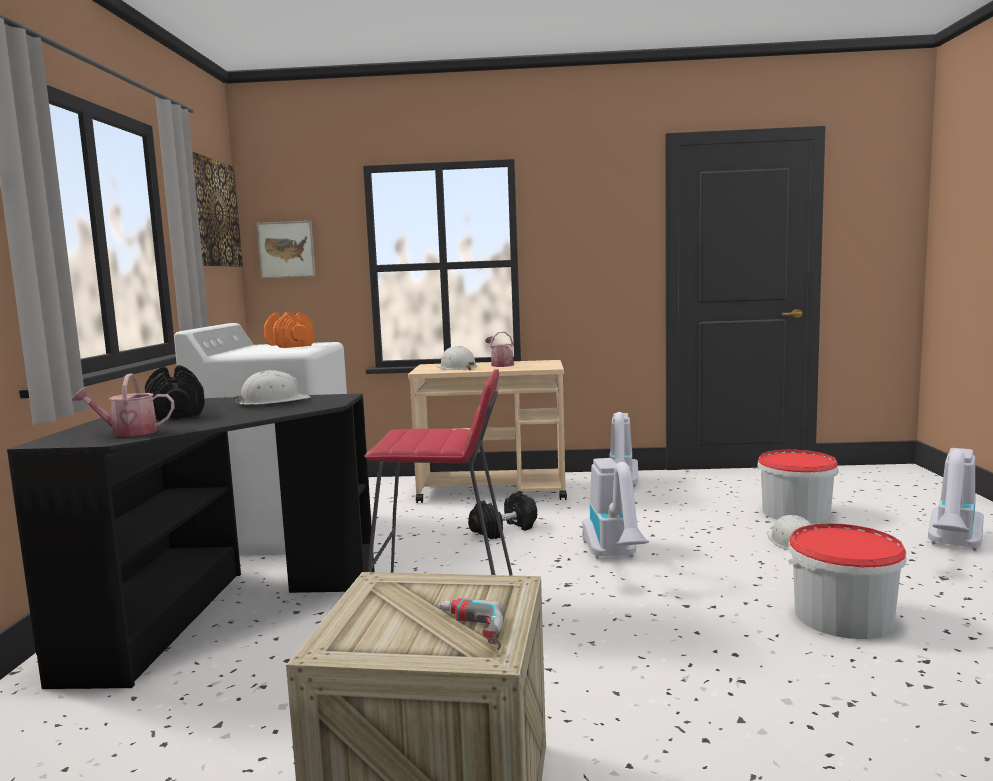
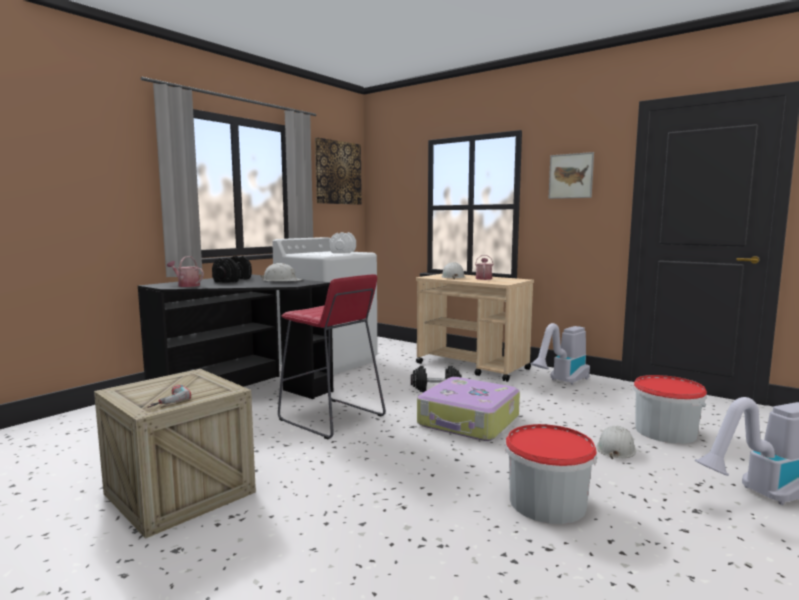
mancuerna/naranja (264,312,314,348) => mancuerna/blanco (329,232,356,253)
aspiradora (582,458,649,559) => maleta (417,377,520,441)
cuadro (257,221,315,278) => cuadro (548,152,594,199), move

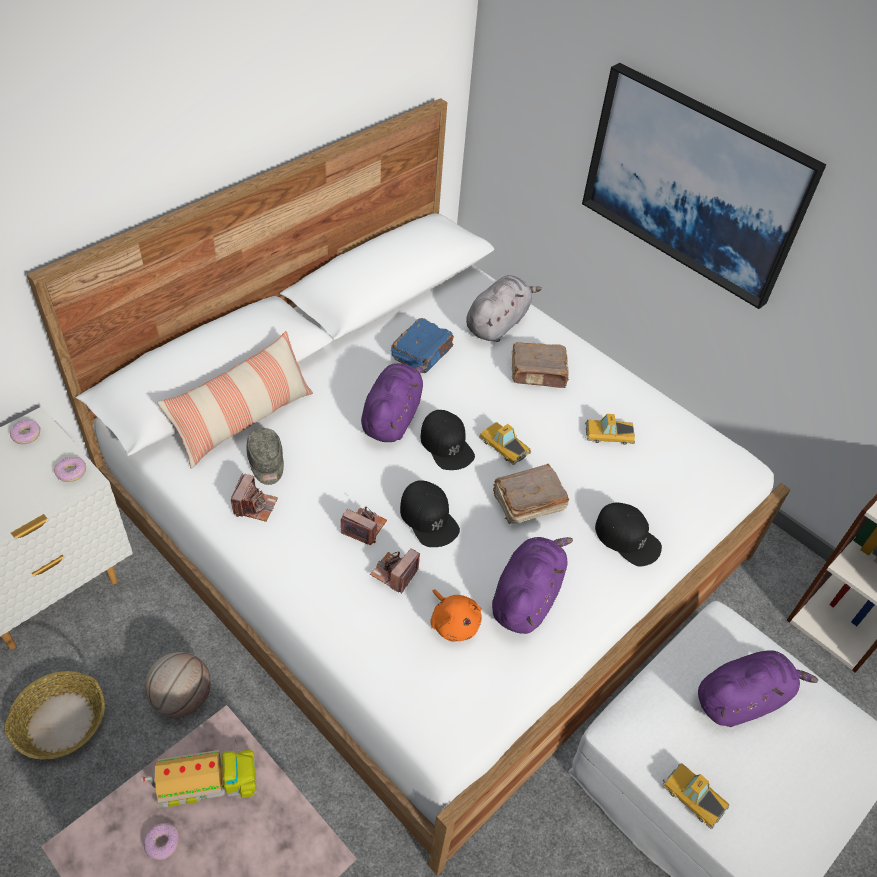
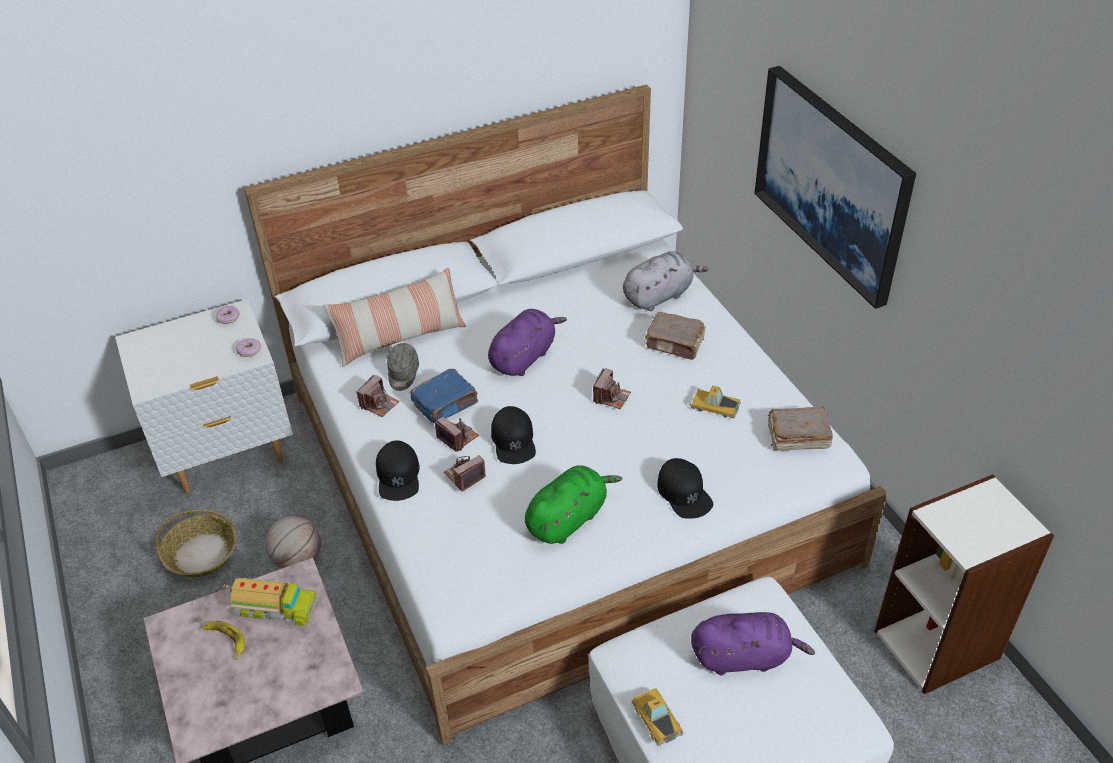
rosquilla (144,823,180,860) => plátano (203,621,245,660)
gorra/negro (421,410,475,470) => gorra/negro (376,440,420,501), move
libro/azul (391,318,454,373) => libro/azul (410,369,478,424), move
peluche/morado (492,537,573,634) => peluche/verde (525,465,622,544)
coche de juguete (479,422,531,465) => cámara (593,368,631,409)
libro/marrón (493,464,569,524) => libro/marrón (768,406,833,451), move
peluche/naranja (431,589,482,642) => nothing

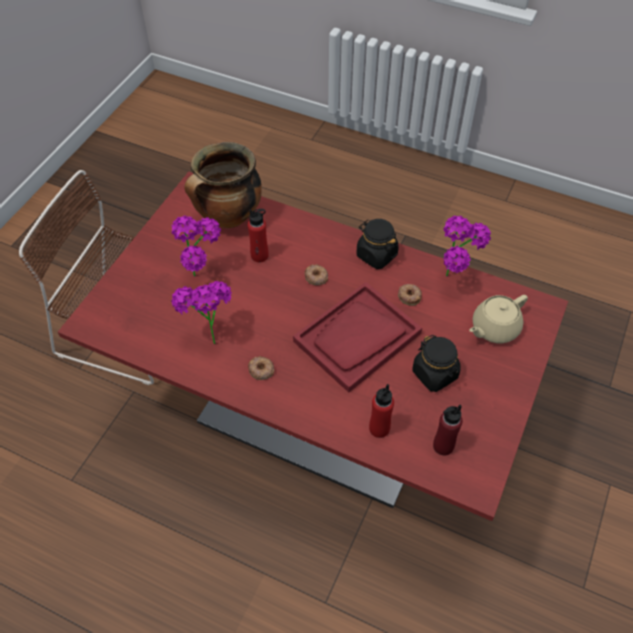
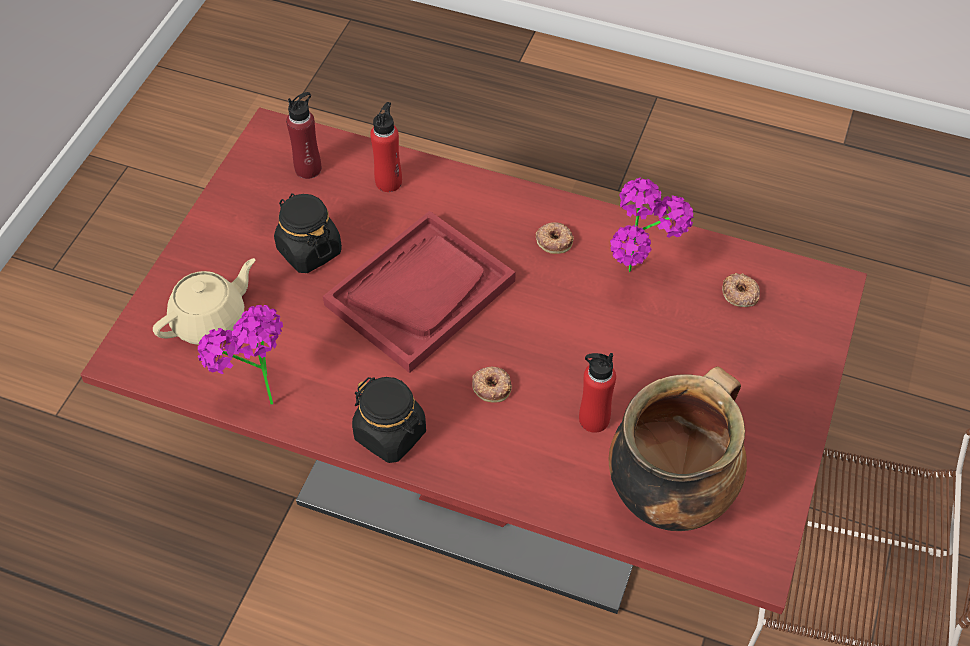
rosquilla (398,284,422,306) => rosquilla (722,273,760,307), move
planta en maceta (171,215,221,276) => nothing

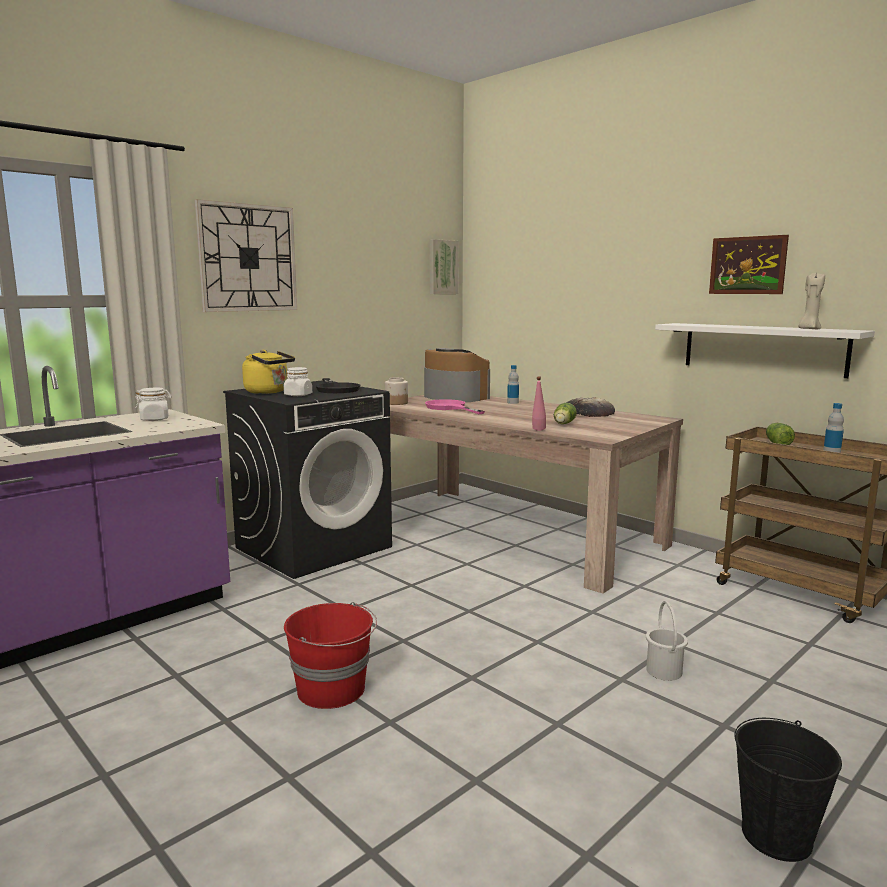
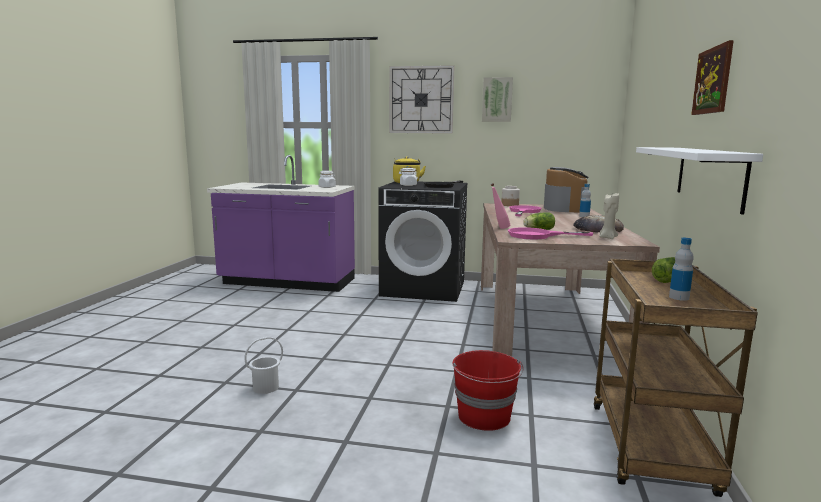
cubo/blanco (646,601,688,681) => cubo/blanco (244,337,283,394), move
cubo/rojo (284,602,377,709) => cubo/rojo (453,350,524,431), move
cuadro (430,239,459,294) => cuadro (482,77,513,122), move
nothing => sartén/rosa (508,227,594,239)
vela/beis (798,271,825,329) => vela/beis (599,193,619,239), move
cubo/negro (734,718,842,862) => nothing

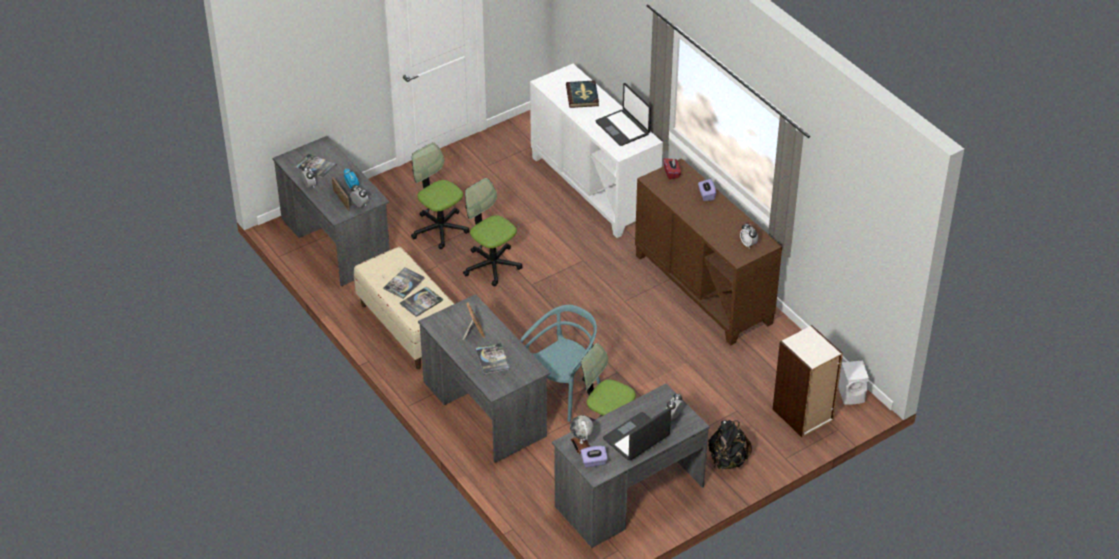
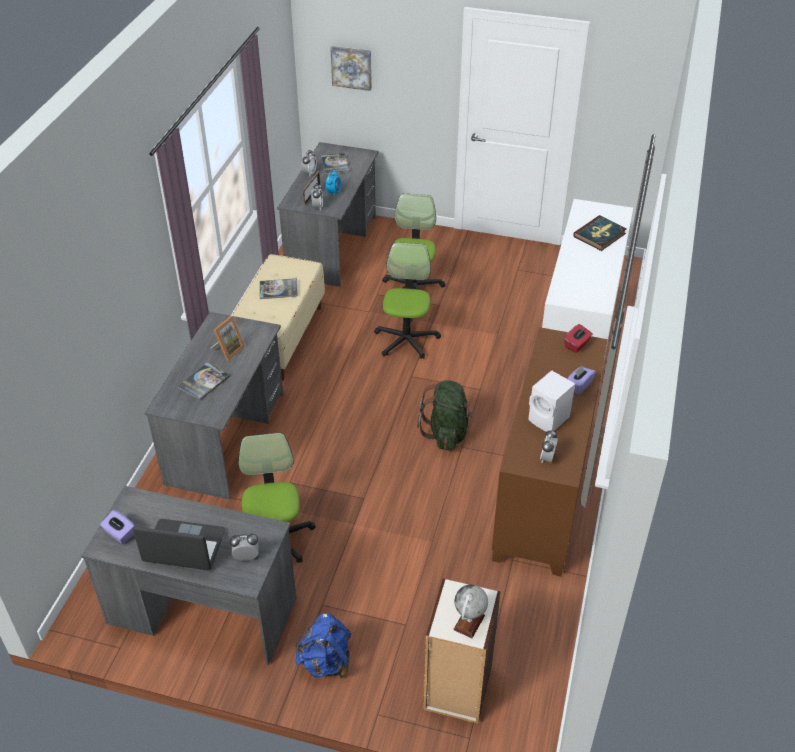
mochila/negro (708,420,752,470) => mochila/azul (295,613,351,678)
nothing => cuadro (330,46,372,91)
nothing => mochila/verde (417,380,474,450)
globo terráqueo (570,415,594,454) => globo terráqueo (453,584,488,638), move
altavoz/blanco (838,361,869,404) => altavoz/blanco (528,370,575,432), move
libro (400,286,443,317) => nothing
silla/turquesa (520,305,600,422) => nothing
portátil (595,83,651,146) => nothing

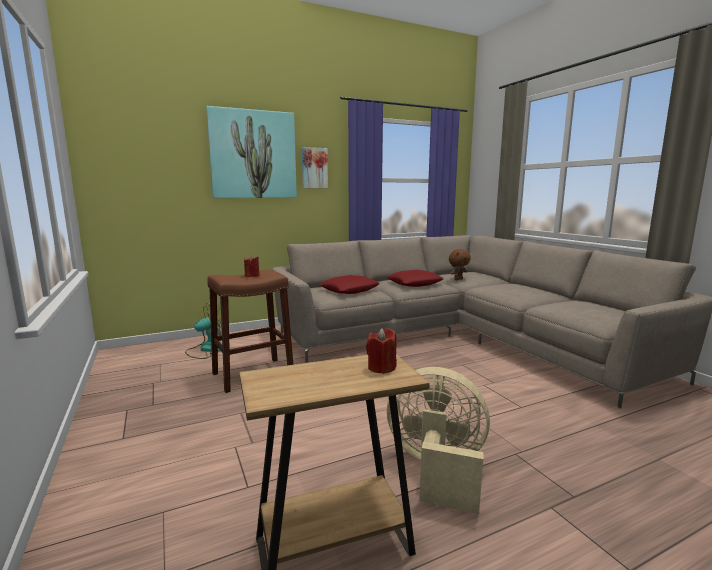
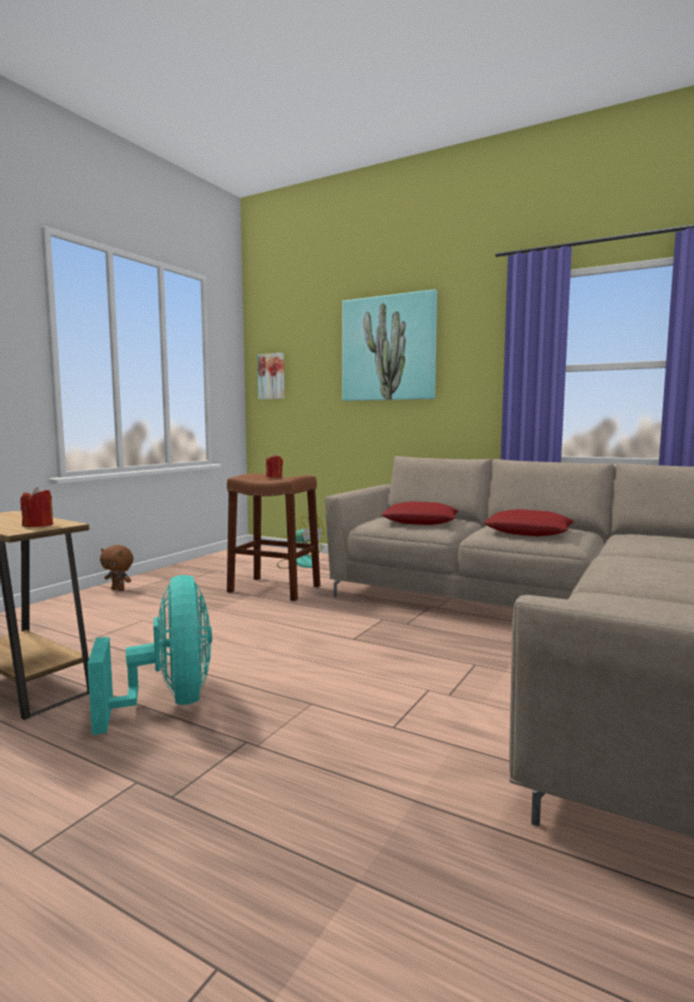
ventilador/beis (387,367,490,514) => ventilador/turquesa (87,575,212,735)
peluche/marrón (449,249,471,280) => peluche/marrón (100,545,133,591), move
cuadro (302,147,328,188) => cuadro (257,353,284,399), move

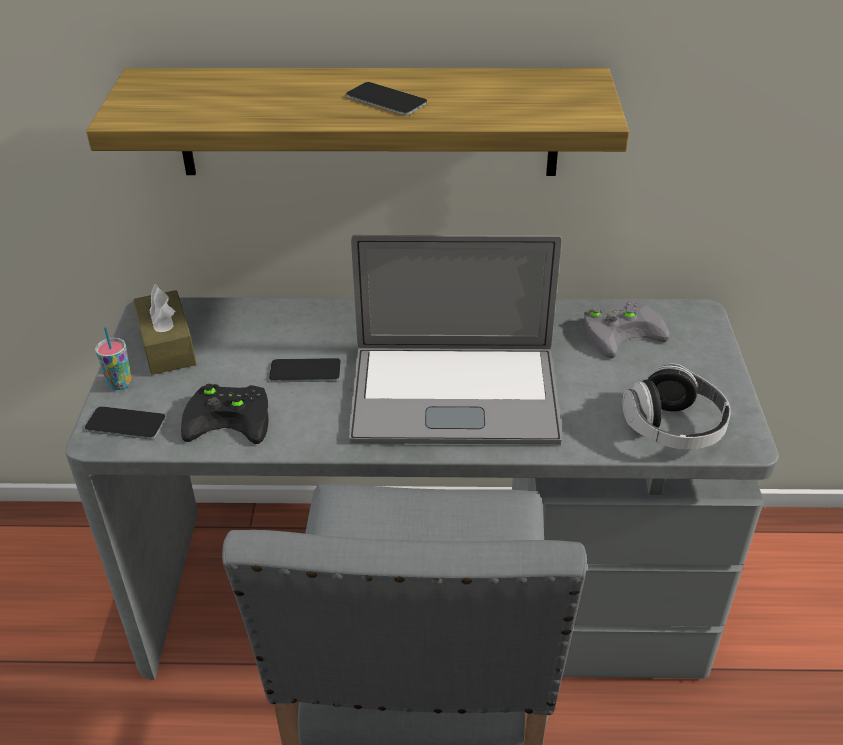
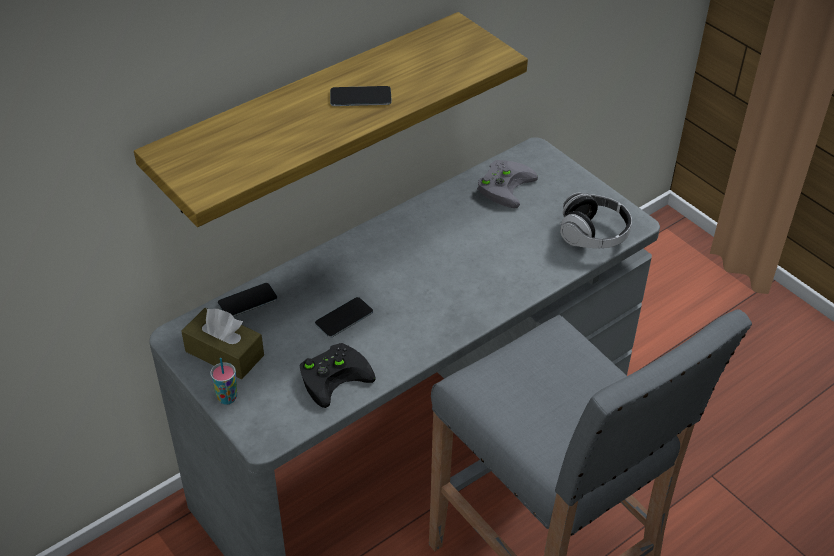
móvil (85,406,166,439) => móvil (218,283,278,317), move
portátil (349,235,562,445) => nothing

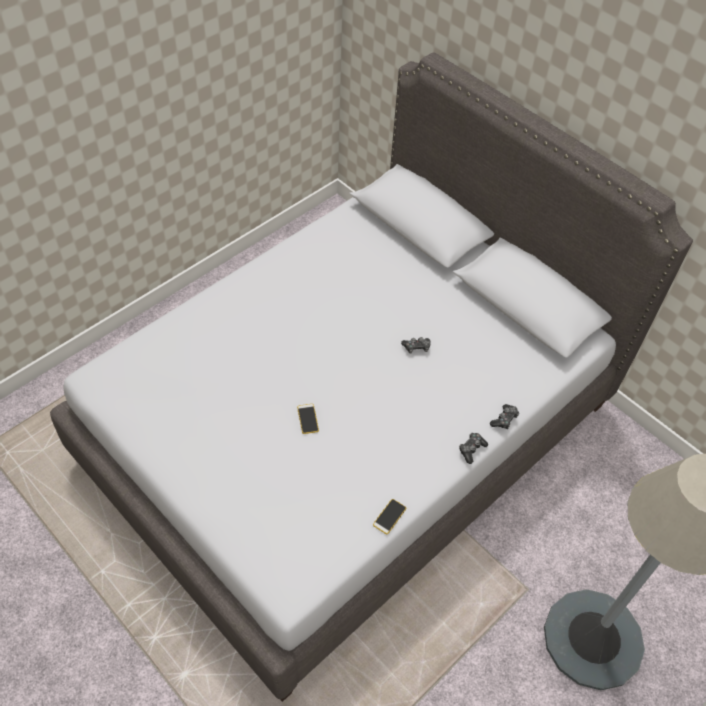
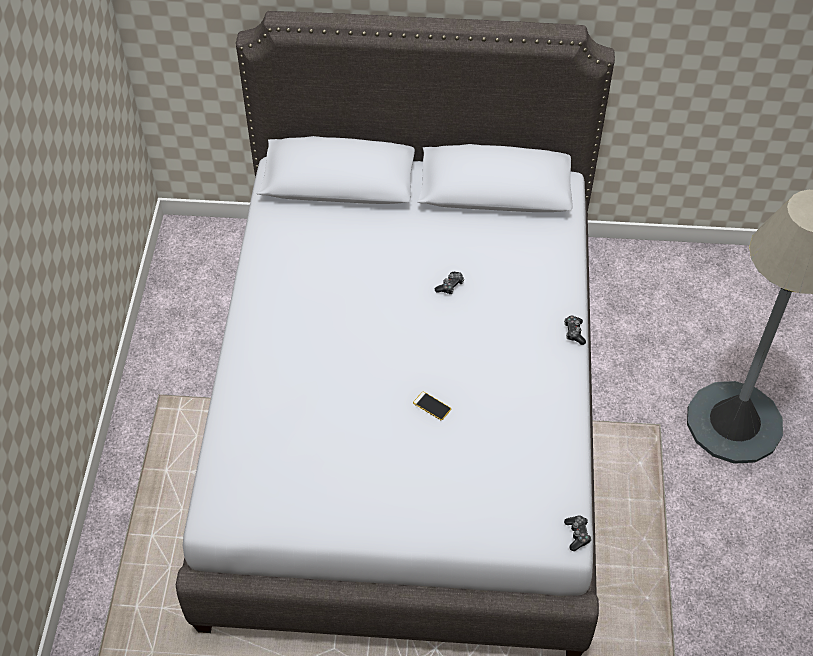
mando de consola (490,404,519,429) => mando de consola (564,515,592,551), move
móvil (373,499,406,534) => nothing

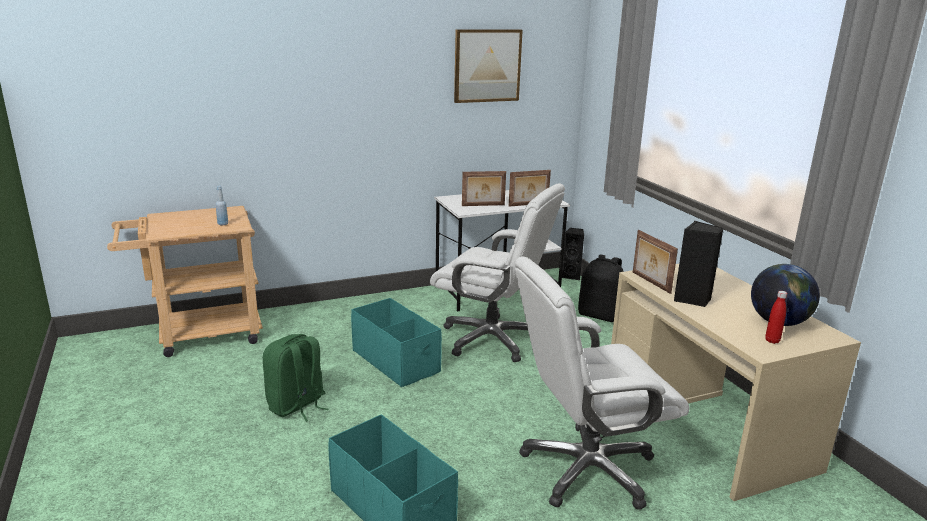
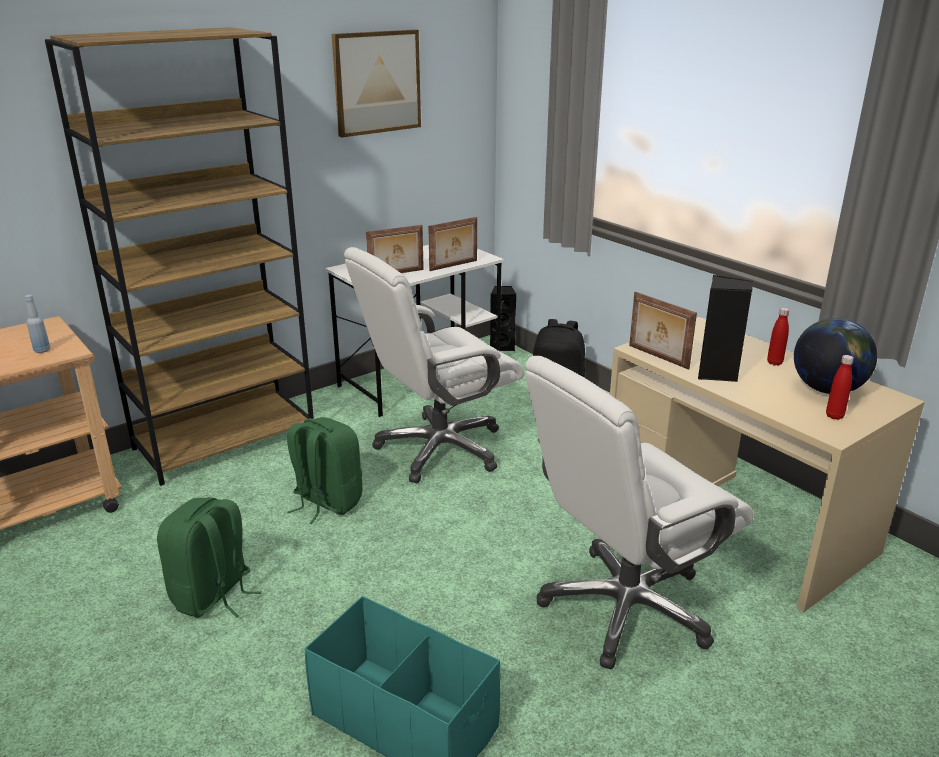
nothing => estantería/marrón (45,27,314,486)
caja de almacenaje/turquesa (351,298,442,387) => mochila/verde (287,417,362,524)
silla de oficina/blanco (430,183,565,362) => silla de oficina/blanco (344,247,524,483), 135 degrees clockwise
nothing => botella/rojo (767,308,789,366)

